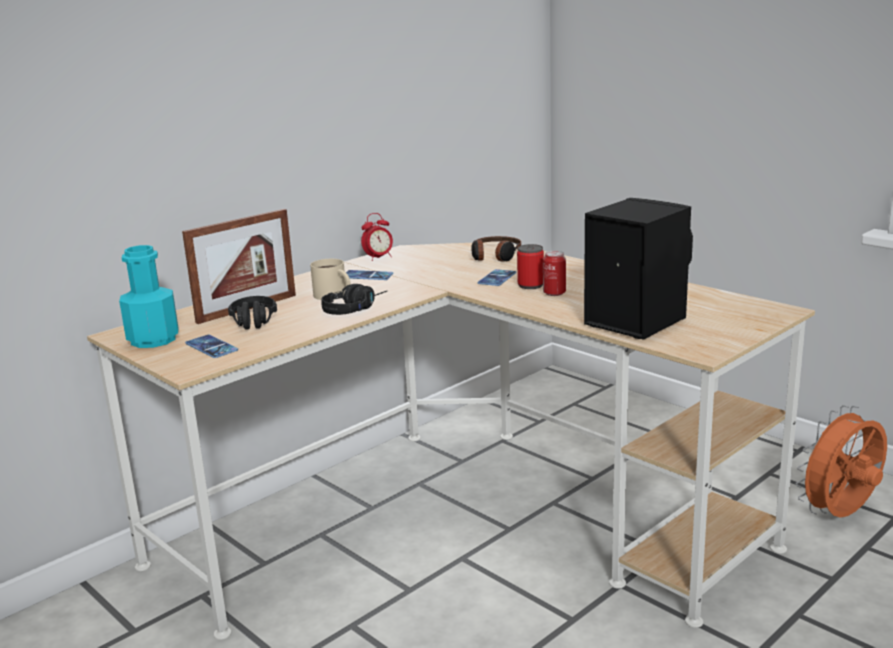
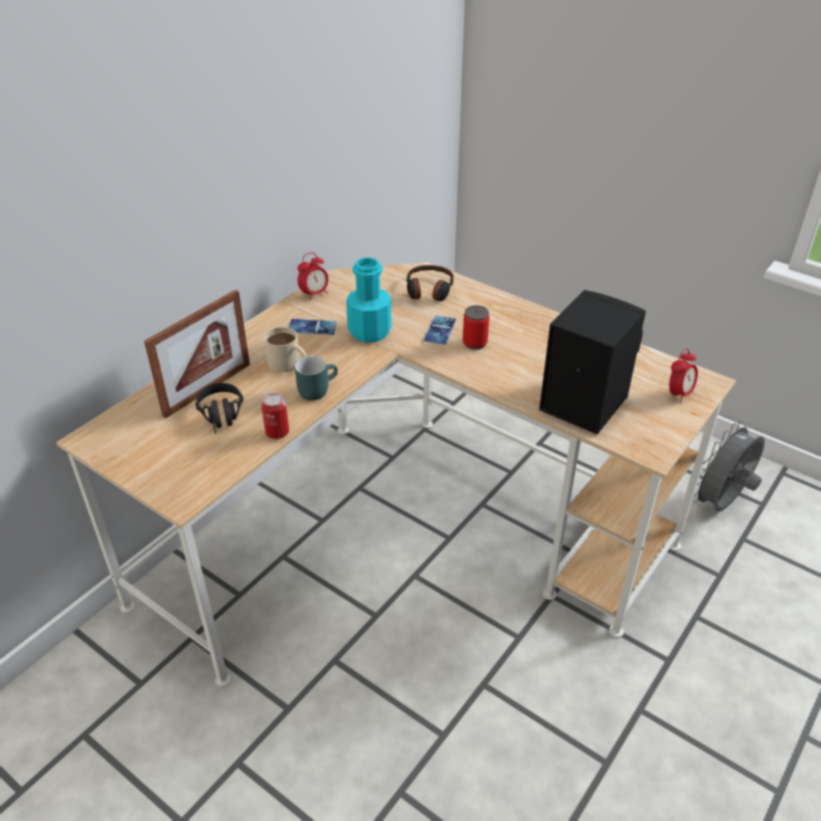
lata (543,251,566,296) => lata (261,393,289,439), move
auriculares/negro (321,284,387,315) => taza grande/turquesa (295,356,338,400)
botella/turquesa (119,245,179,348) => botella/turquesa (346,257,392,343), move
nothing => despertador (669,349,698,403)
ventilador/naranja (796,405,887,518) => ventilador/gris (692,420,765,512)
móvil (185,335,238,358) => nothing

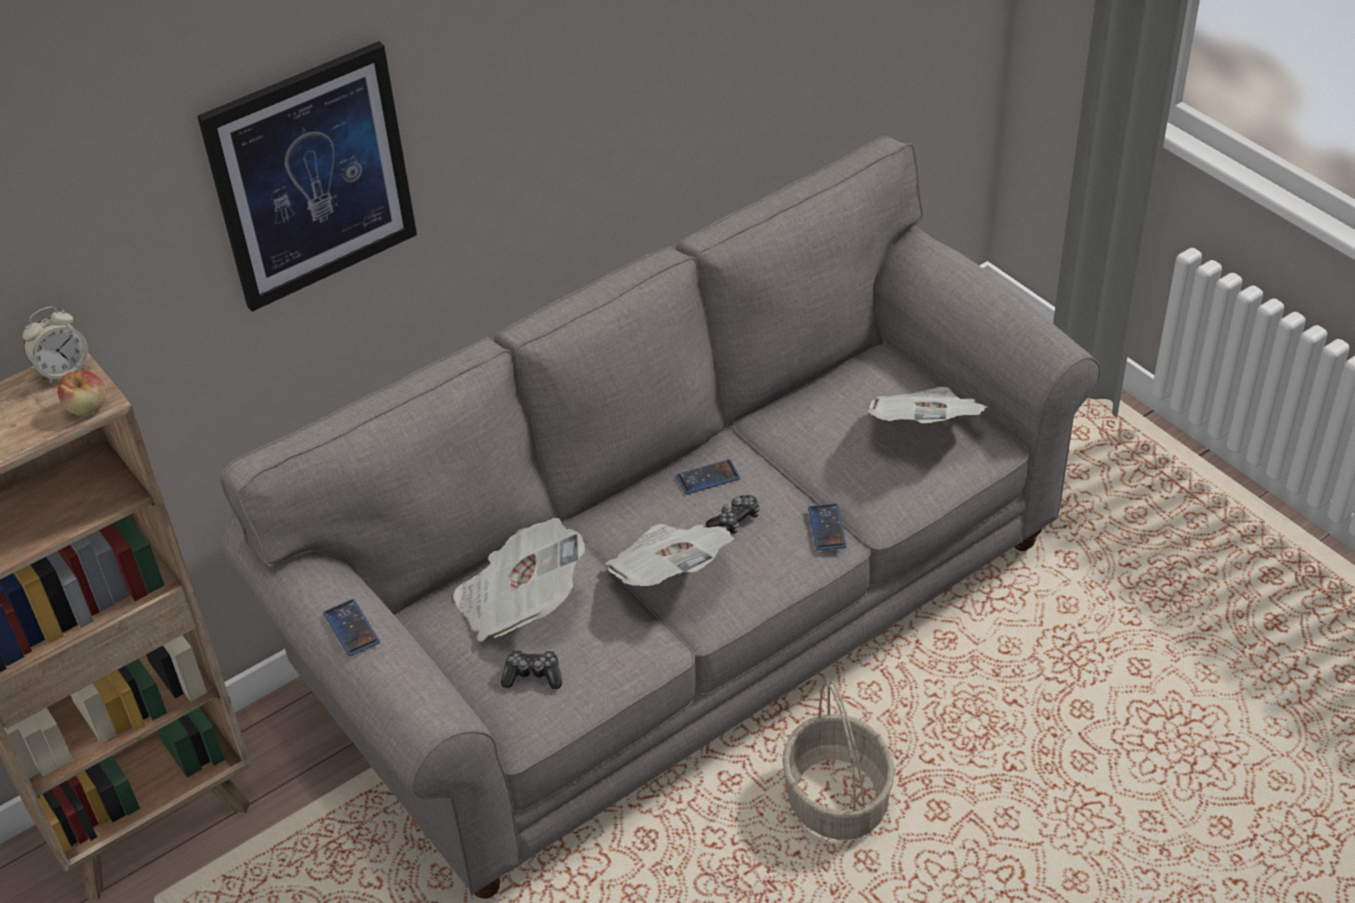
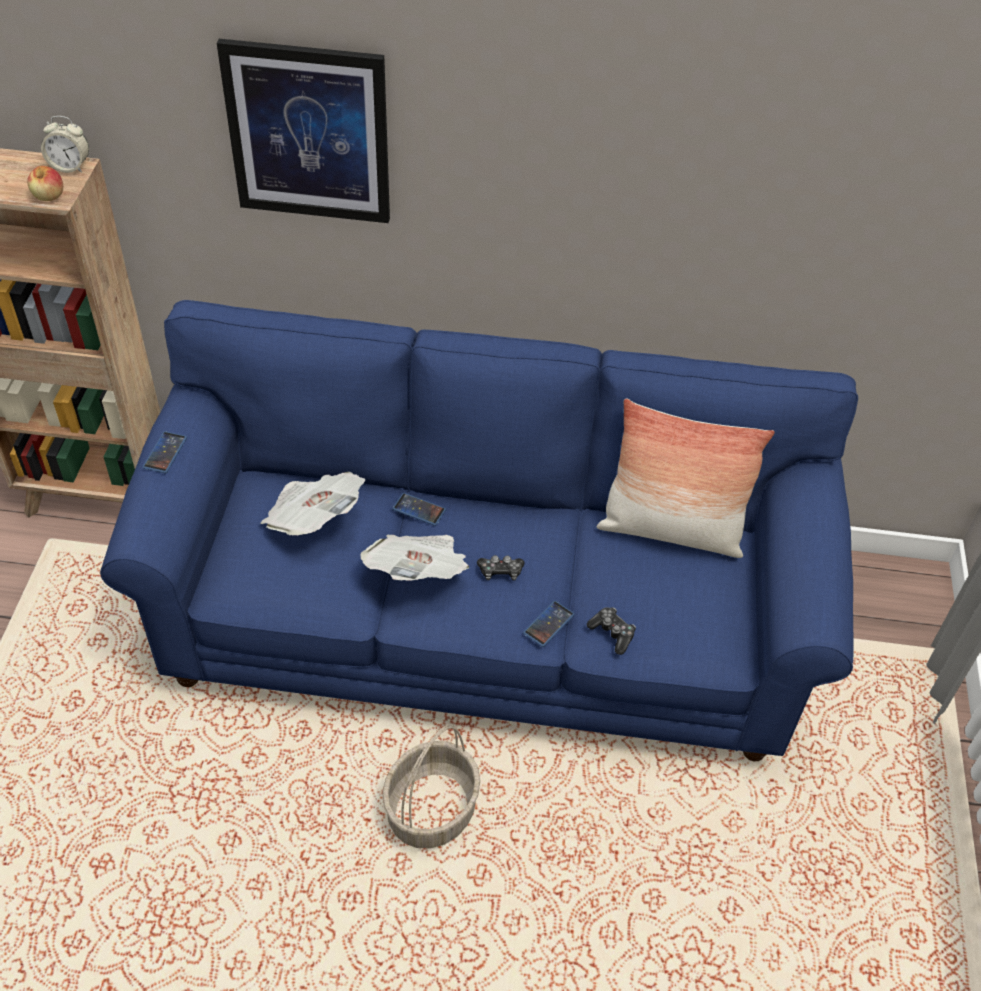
sofá/gris (220,136,1101,899) => sofá/azul (100,300,858,761)
móvil (676,459,740,494) => móvil (392,493,446,526), move
mando de consola (501,649,562,689) => mando de consola (587,607,636,655), move
nothing => cojín (597,398,775,558)
periódico (868,387,988,424) => nothing

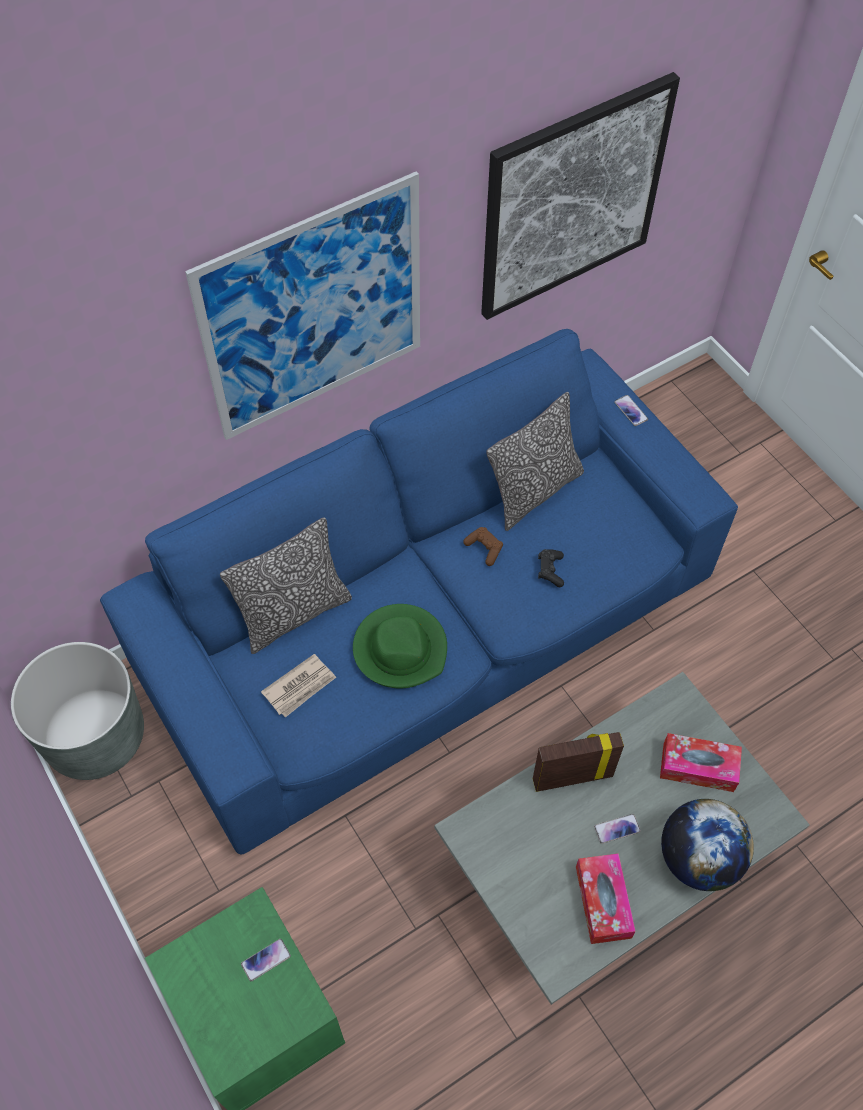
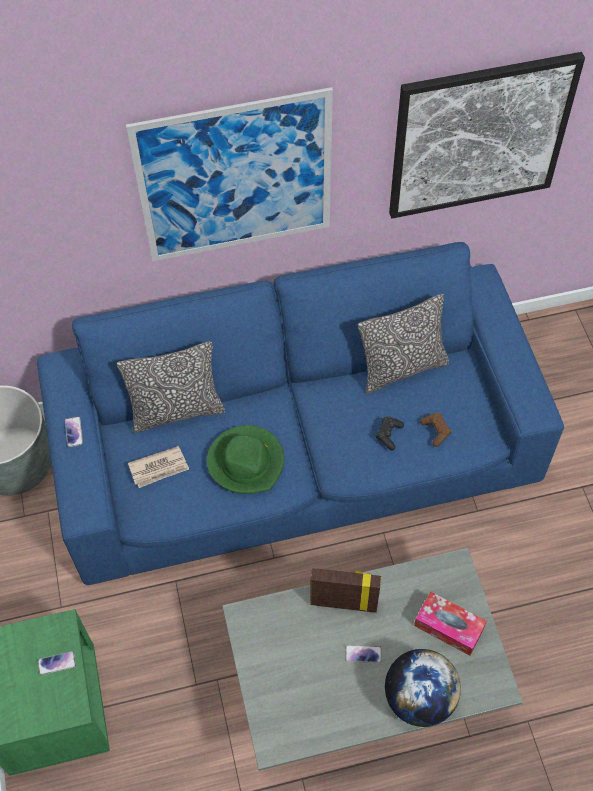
móvil (614,395,648,426) => móvil (65,416,83,447), move
mando de consola/marrón (463,527,503,566) => mando de consola/marrón (420,413,451,447), move
caja de pañuelos (576,853,636,944) => nothing

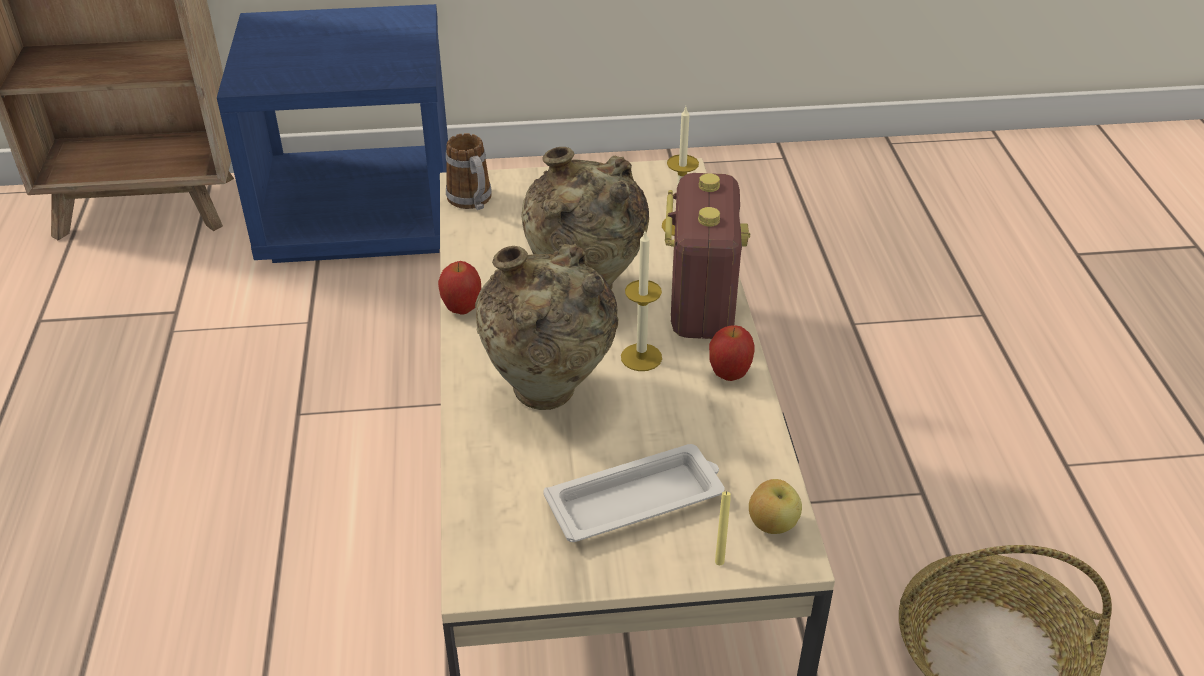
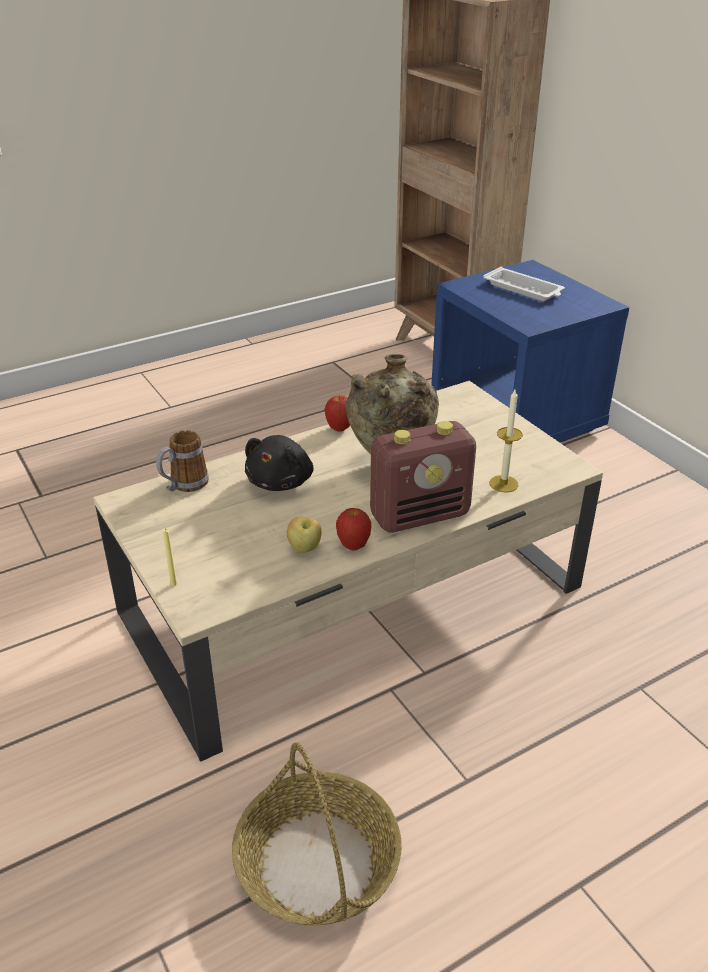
taza grande (446,133,492,210) => taza grande (156,430,209,492), move
florero/beis (475,244,618,410) => peluche/negro (245,435,313,491)
manzana (749,479,802,534) => manzana (287,517,321,553), move
bandeja/blanco (544,444,724,542) => bandeja/blanco (483,266,565,301), move
vela (621,232,662,371) => nothing

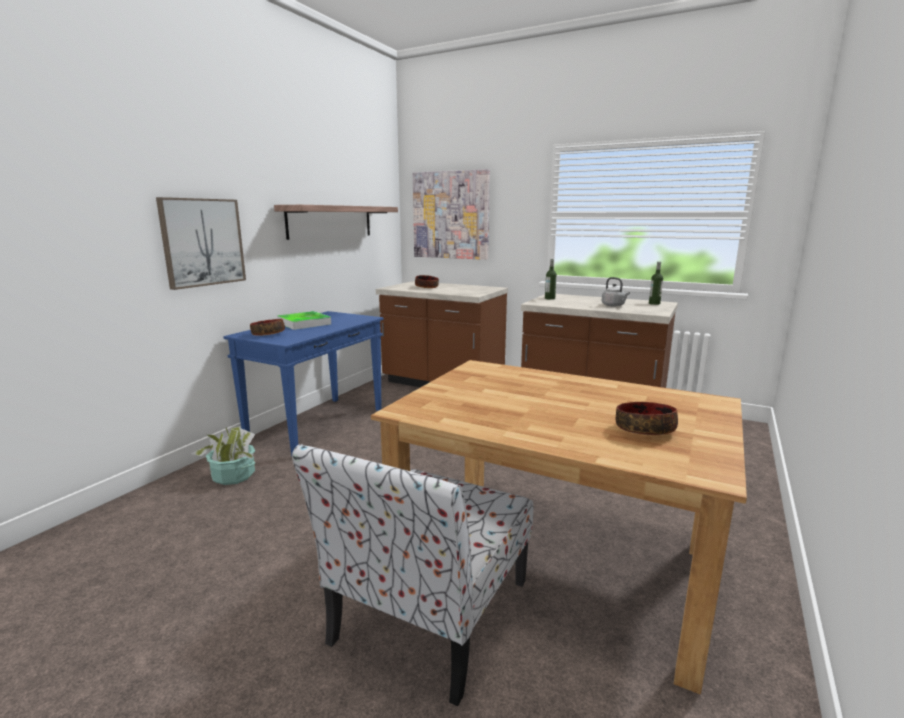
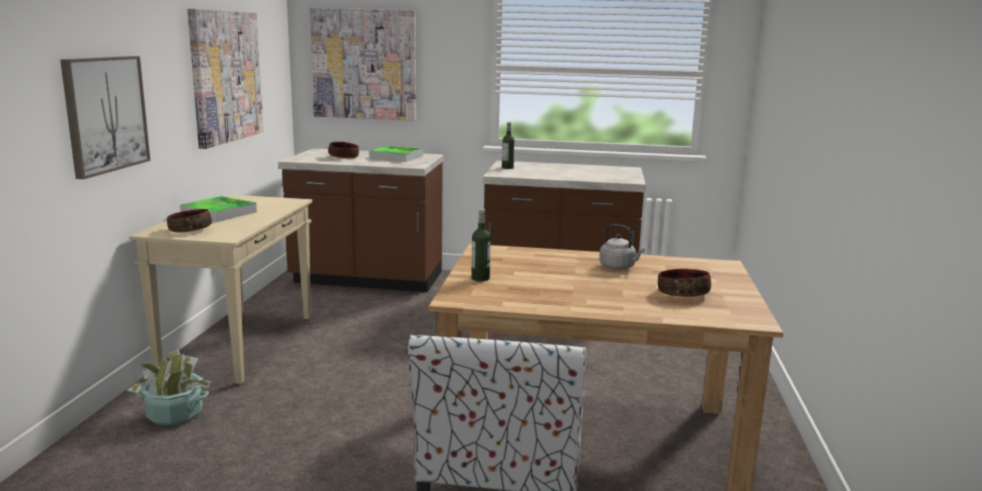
mesa consola/azul (223,311,384,456) => mesa consola/beis (129,195,313,384)
estante (274,205,398,240) => cuadro (187,9,264,149)
nothing => bandeja (369,146,423,162)
botella (649,262,663,305) => botella (471,209,491,281), move
hervidor/gris (602,277,630,307) => hervidor/gris (599,224,645,270), move

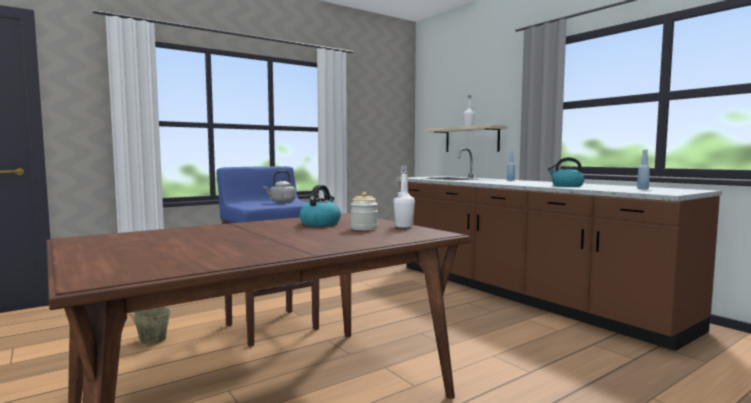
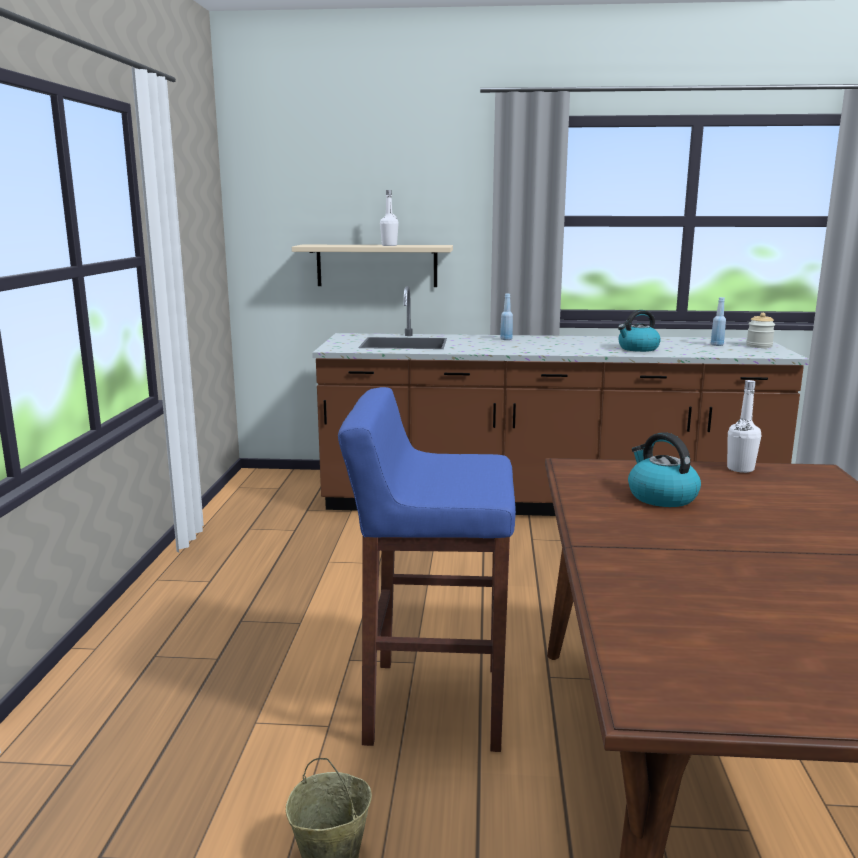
tarro (351,192,378,230) => tarro (746,313,775,348), move
hervidor/gris (263,170,296,203) => nothing

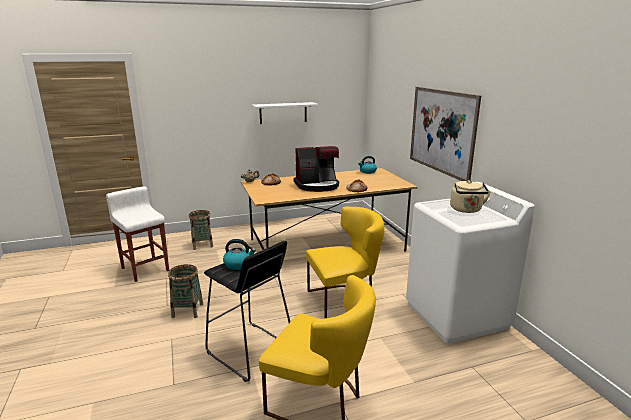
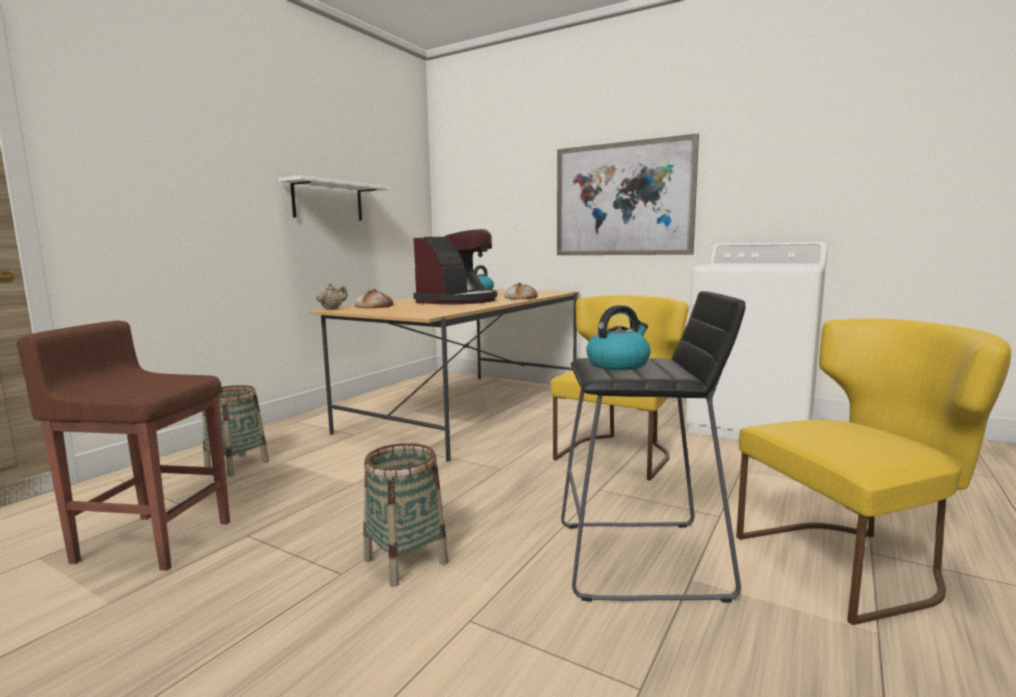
taburete/blanco (106,186,169,282) => taburete/marrón (17,321,230,571)
hervidor/beis (450,180,491,213) => nothing

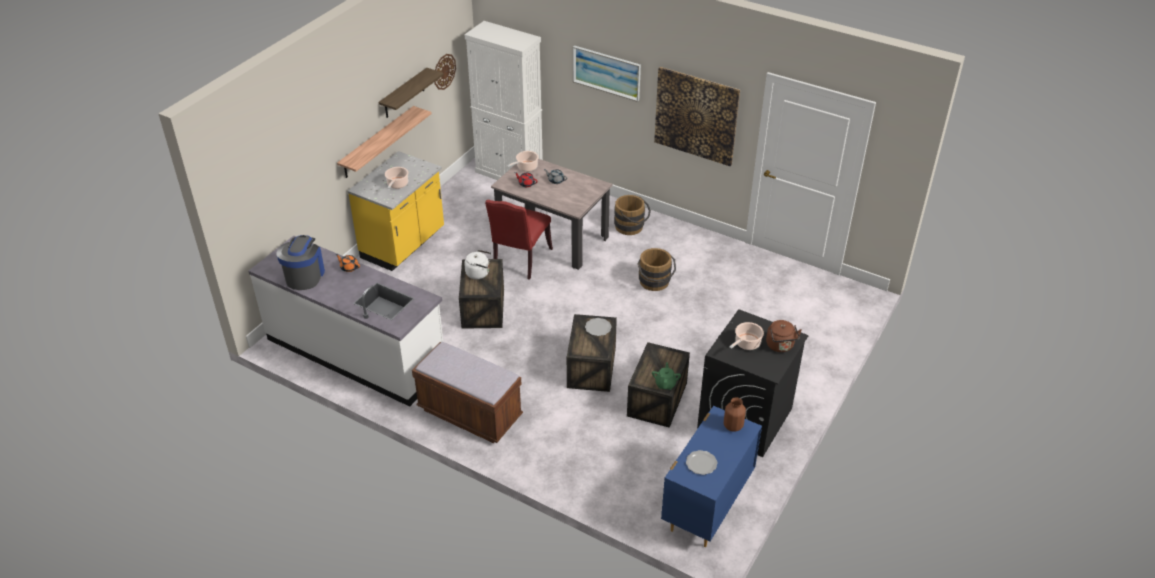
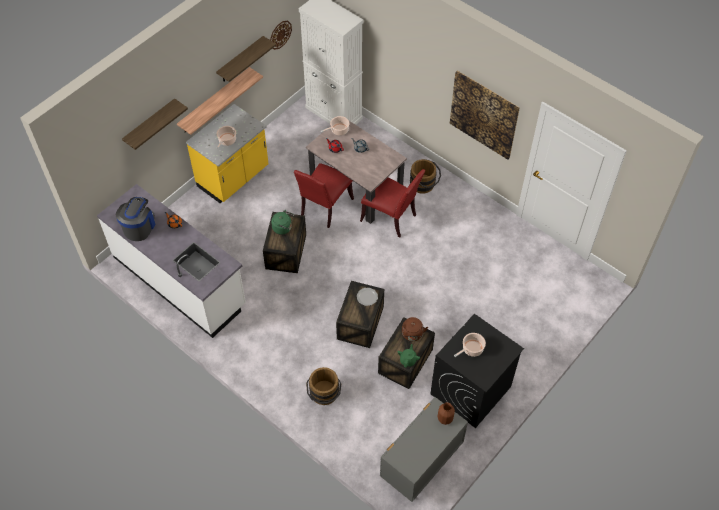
nothing => estante (122,98,188,150)
hervidor/blanco (464,250,491,279) => hervidor/verde (271,210,294,235)
cubo/marrón (638,248,676,291) => cubo/marrón (306,367,342,405), move
nothing => silla/rojo (360,169,425,238)
cómoda/azul (661,406,762,547) => cómoda/gris (380,397,468,502)
hervidor/marrón (766,320,802,352) => hervidor/marrón (402,317,428,341), move
banco/marrón (412,342,523,443) => nothing
cuadro (573,45,641,102) => nothing
plato (686,450,718,475) => nothing

